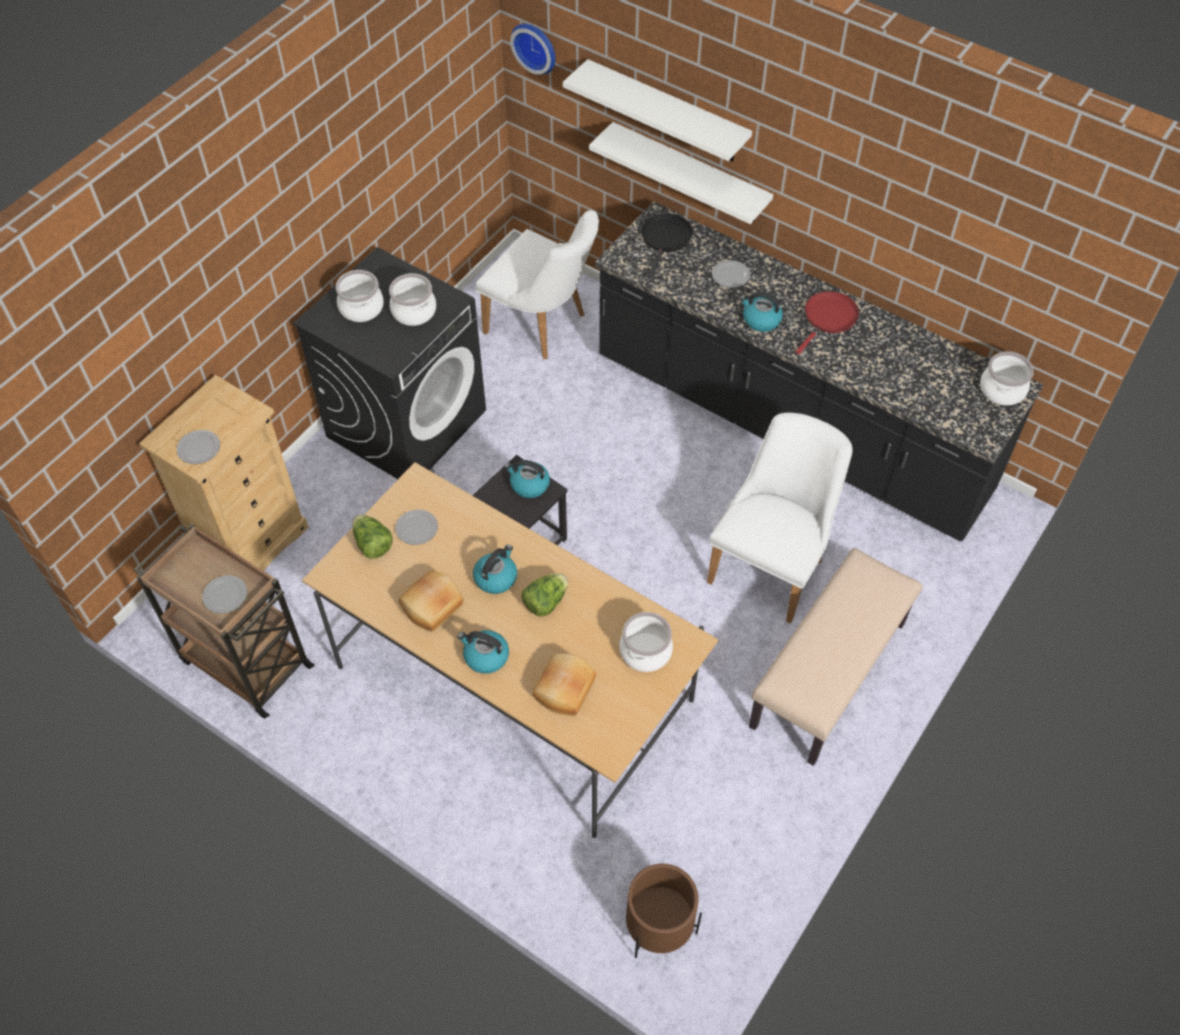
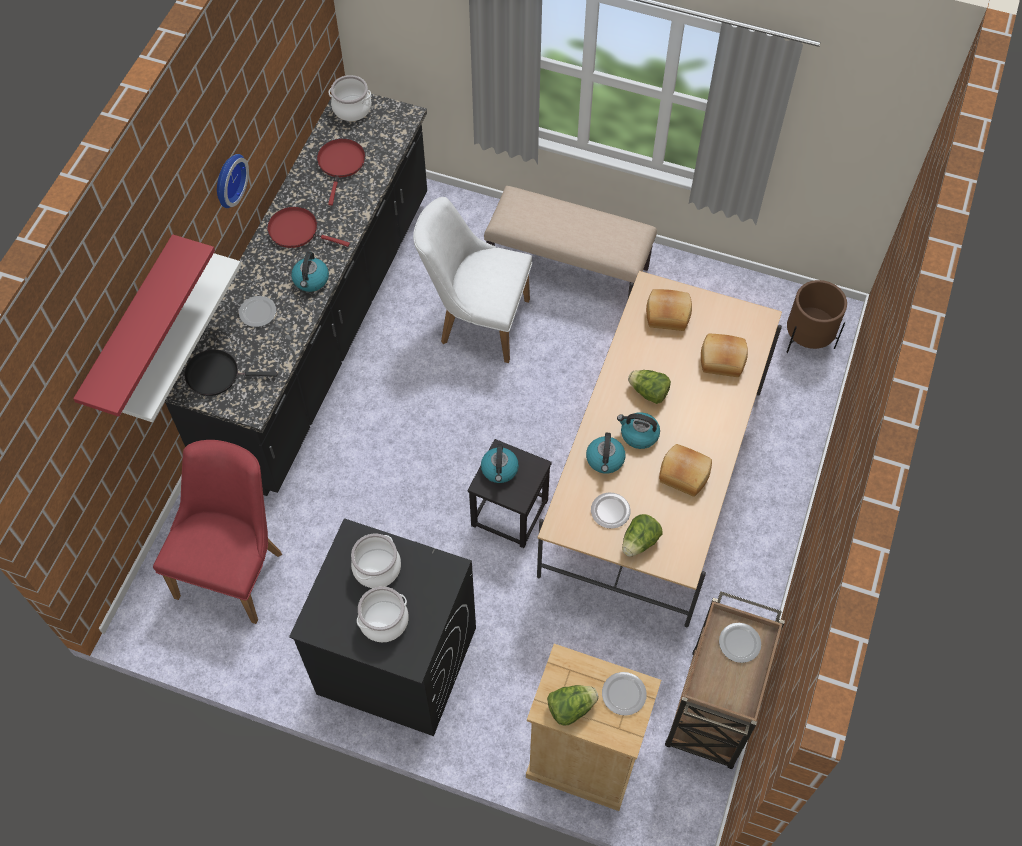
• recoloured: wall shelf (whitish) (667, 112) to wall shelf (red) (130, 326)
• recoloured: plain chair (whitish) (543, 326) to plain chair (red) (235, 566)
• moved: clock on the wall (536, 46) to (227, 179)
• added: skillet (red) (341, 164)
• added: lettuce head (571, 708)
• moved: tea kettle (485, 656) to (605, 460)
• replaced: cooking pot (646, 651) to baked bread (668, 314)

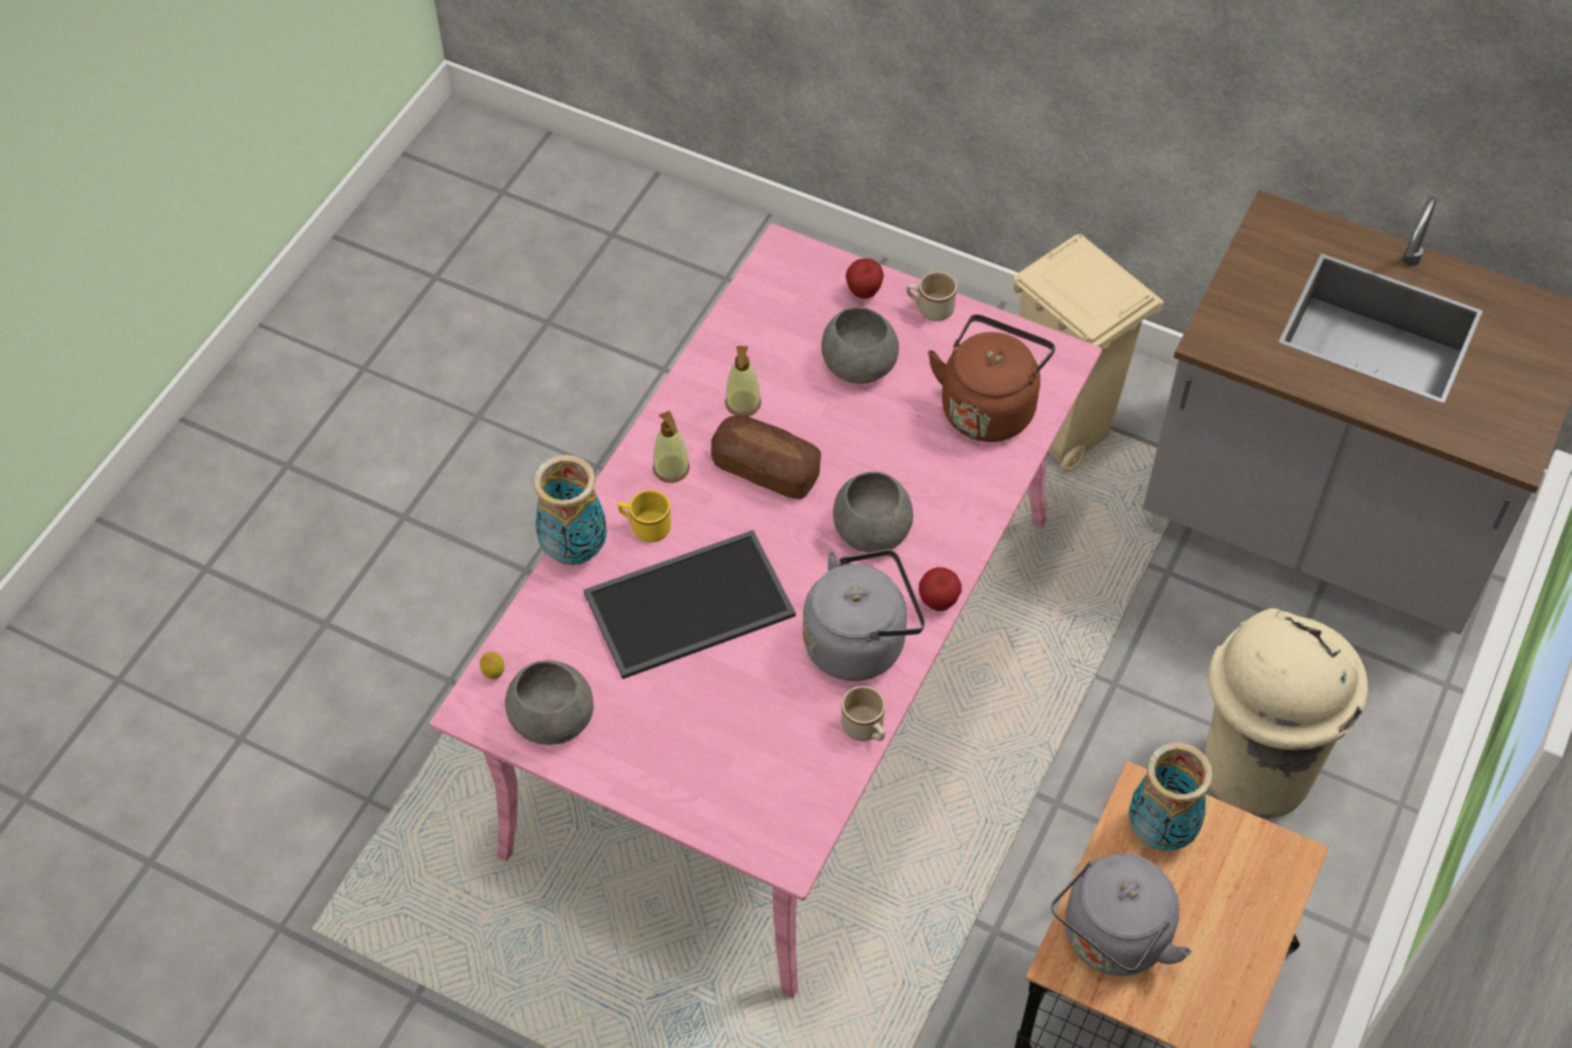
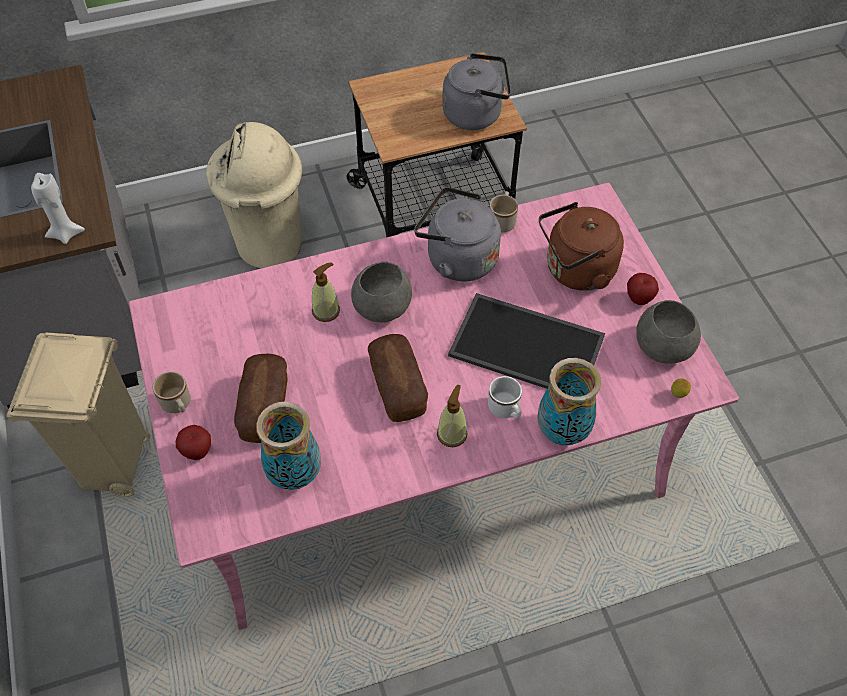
• added: wax candle (whitish) (65, 233)
• replaced: bowl (greyish) (857, 363) to baked bread (264, 407)
• moved: decorative vase (1160, 831) to (295, 473)
• moved: liquid soap bottle (743, 404) to (326, 311)
• recoloured: coffee mug (yellowish) (645, 527) to coffee mug (whitish) (506, 410)
• moved: tea kettle (brownish) (989, 406) to (576, 271)
• moved: whole apple (938, 602) to (639, 299)

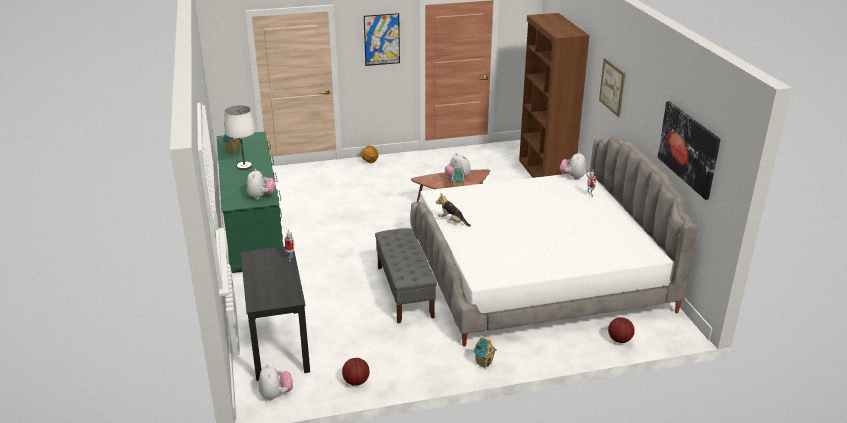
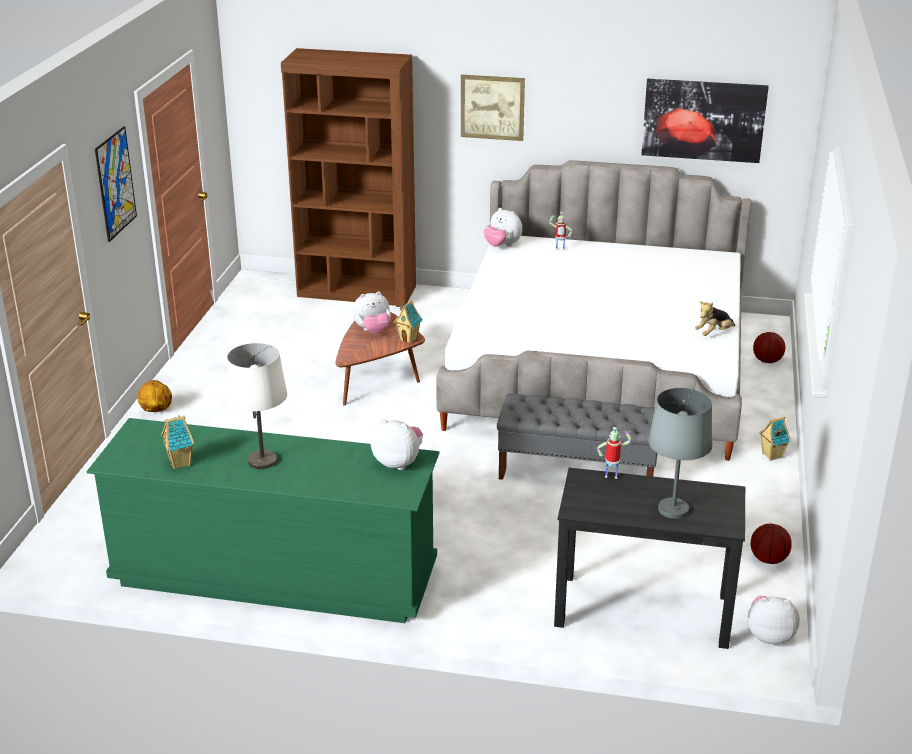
• added: tabletop lamp (greyish) (673, 509)
• moved: cuddly toy (452, 221) to (714, 333)

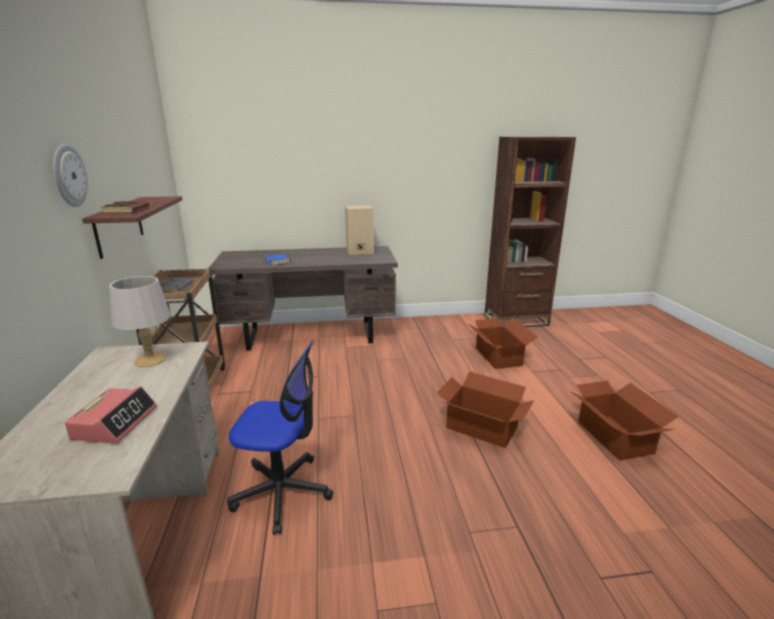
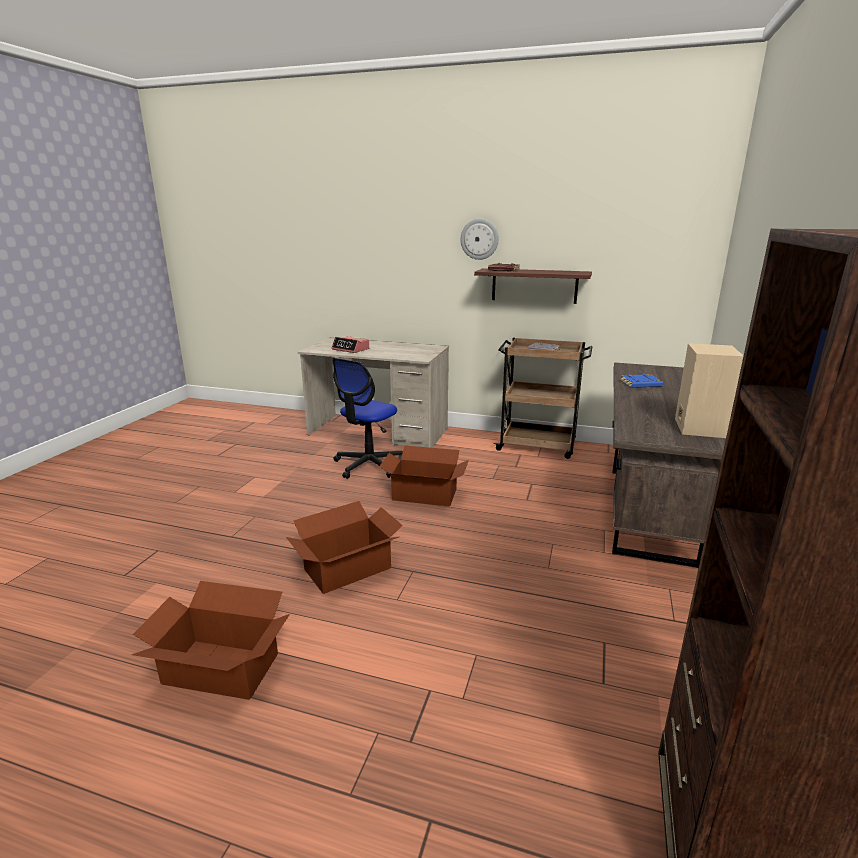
• moved: cardboard box (498, 356) to (425, 495)
• removed: tabletop lamp (greyish) (150, 360)

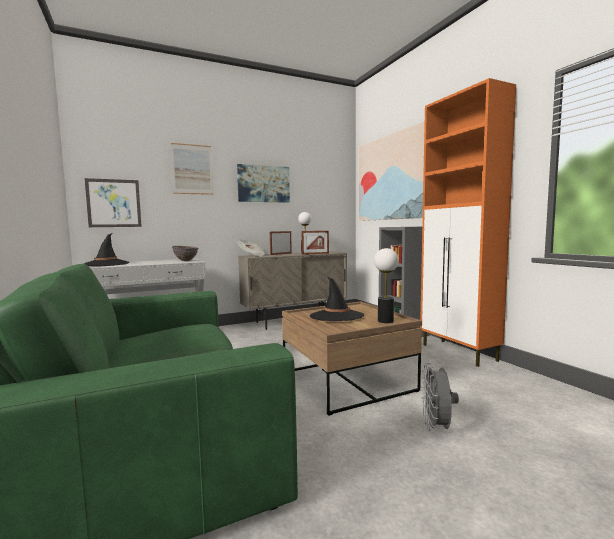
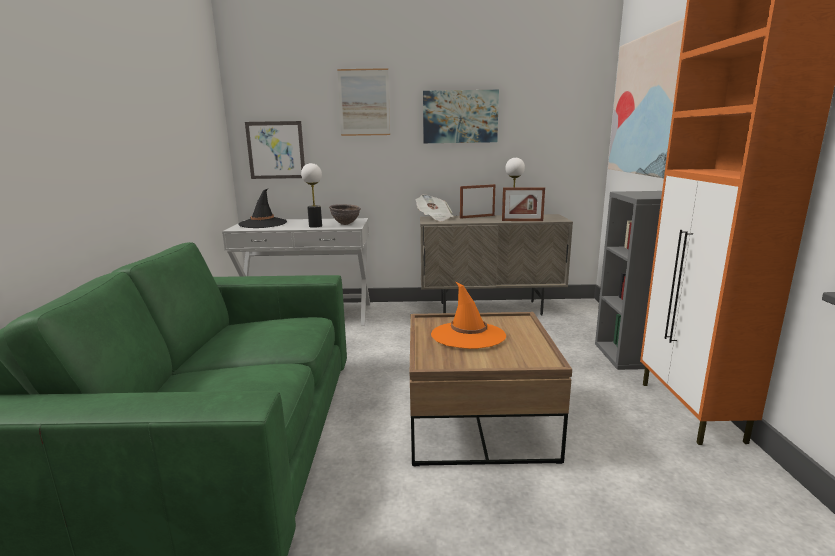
• moved: tabletop lamp (385, 321) to (315, 226)
• recoloured: clothing hat (black-coloured) (336, 316) to clothing hat (orange) (468, 335)
• removed: electric fan (greyish) (436, 428)

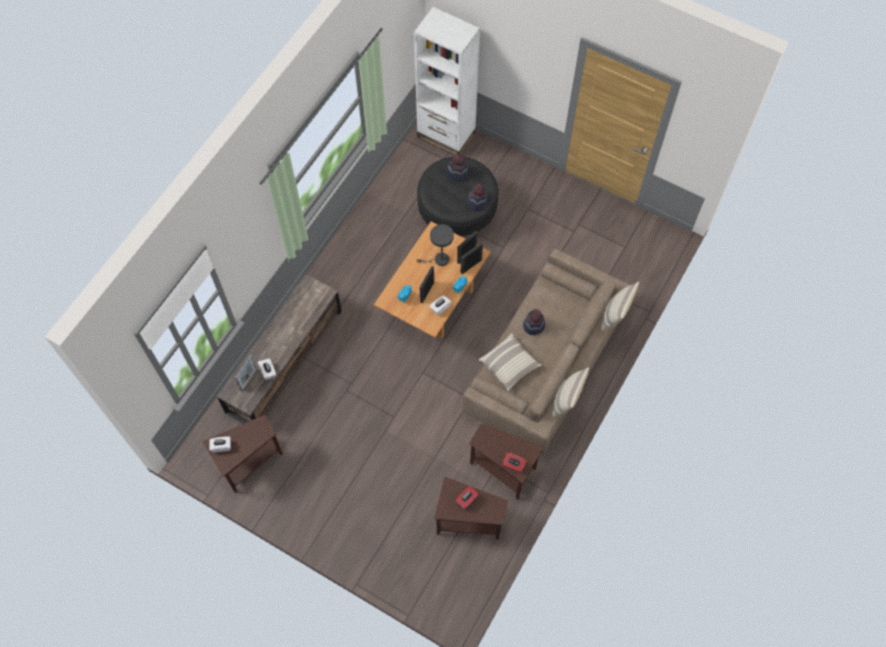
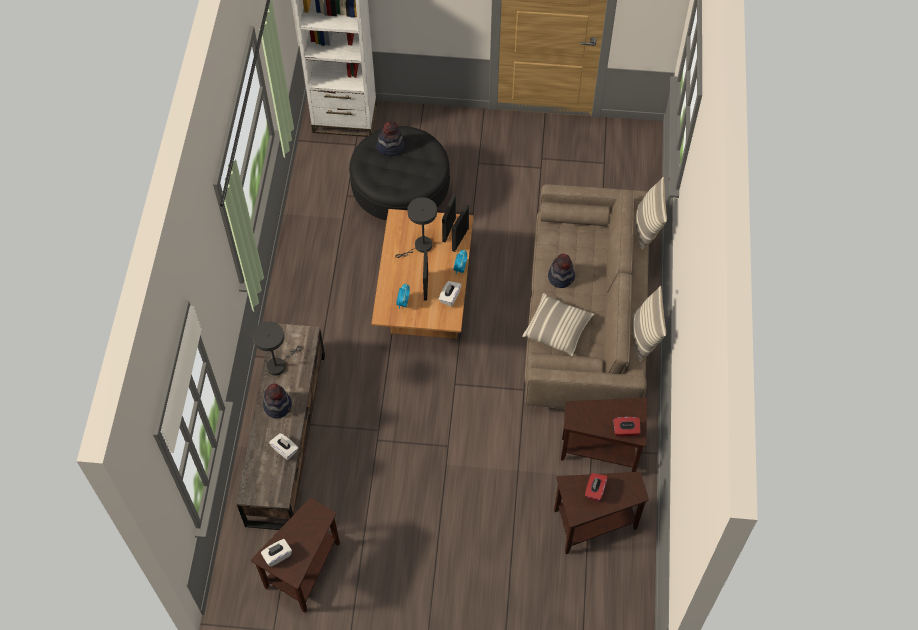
• added: tabletop lamp (greyish) (278, 364)
• moved: clothing hat (477, 201) to (278, 405)
• removed: photo frame (248, 380)

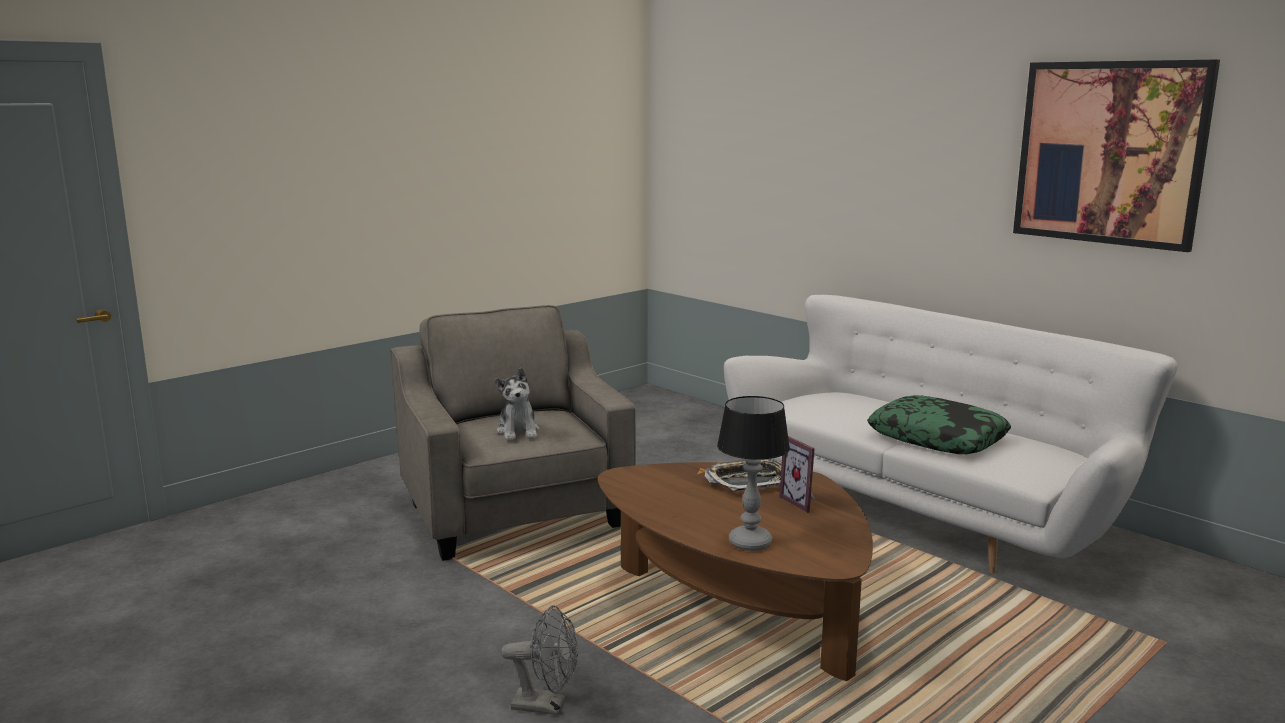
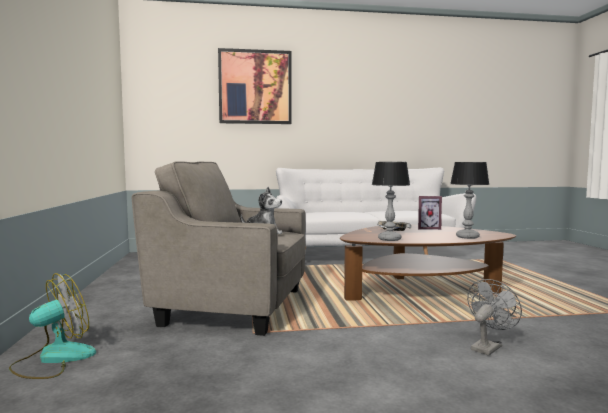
• added: electric fan (54, 359)
• moved: picture (1109, 153) to (255, 87)
• added: tabletop lamp (389, 239)
• removed: pillow (937, 438)

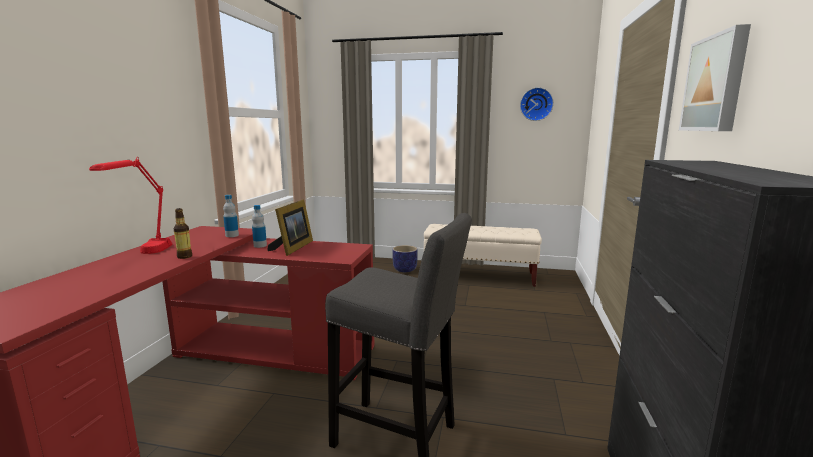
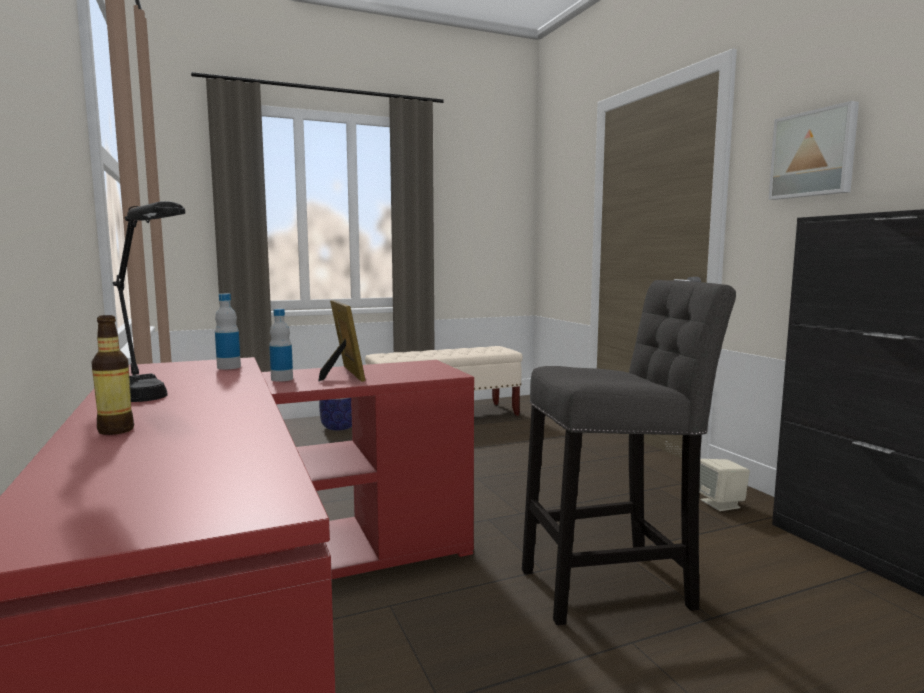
• moved: beverage bottle (184, 256) to (116, 430)
• recoloured: tabletop lamp (red) (144, 255) to tabletop lamp (black-coloured) (152, 402)
• added: loudspeaker (beige-coloured) (720, 504)
• removed: clock on the wall (536, 104)

